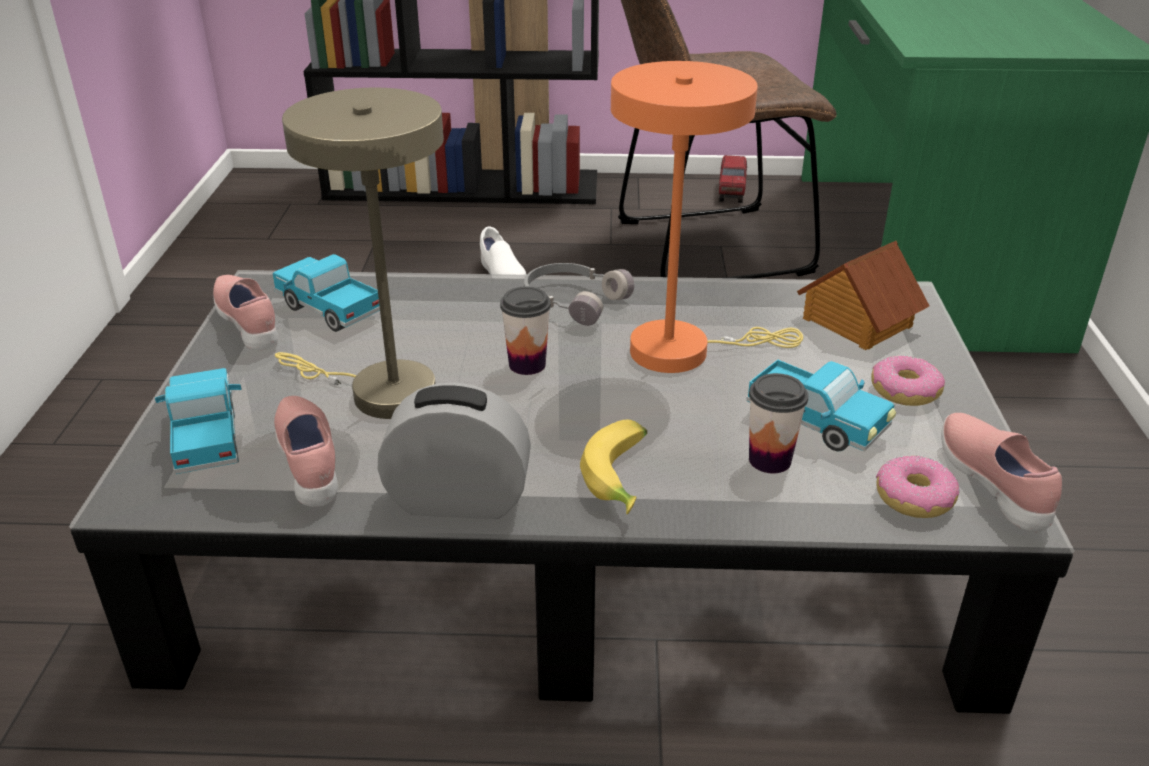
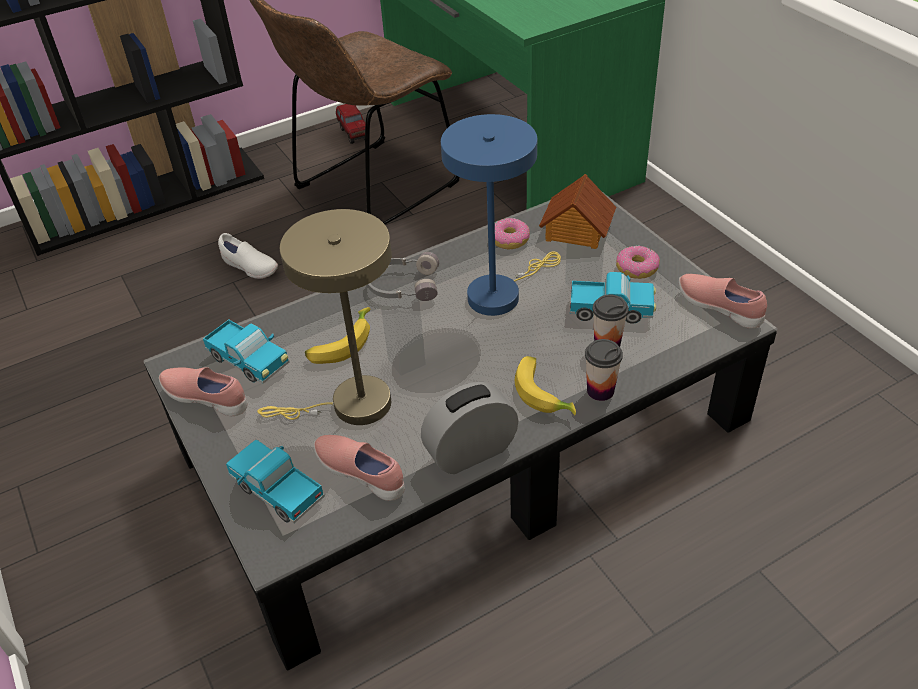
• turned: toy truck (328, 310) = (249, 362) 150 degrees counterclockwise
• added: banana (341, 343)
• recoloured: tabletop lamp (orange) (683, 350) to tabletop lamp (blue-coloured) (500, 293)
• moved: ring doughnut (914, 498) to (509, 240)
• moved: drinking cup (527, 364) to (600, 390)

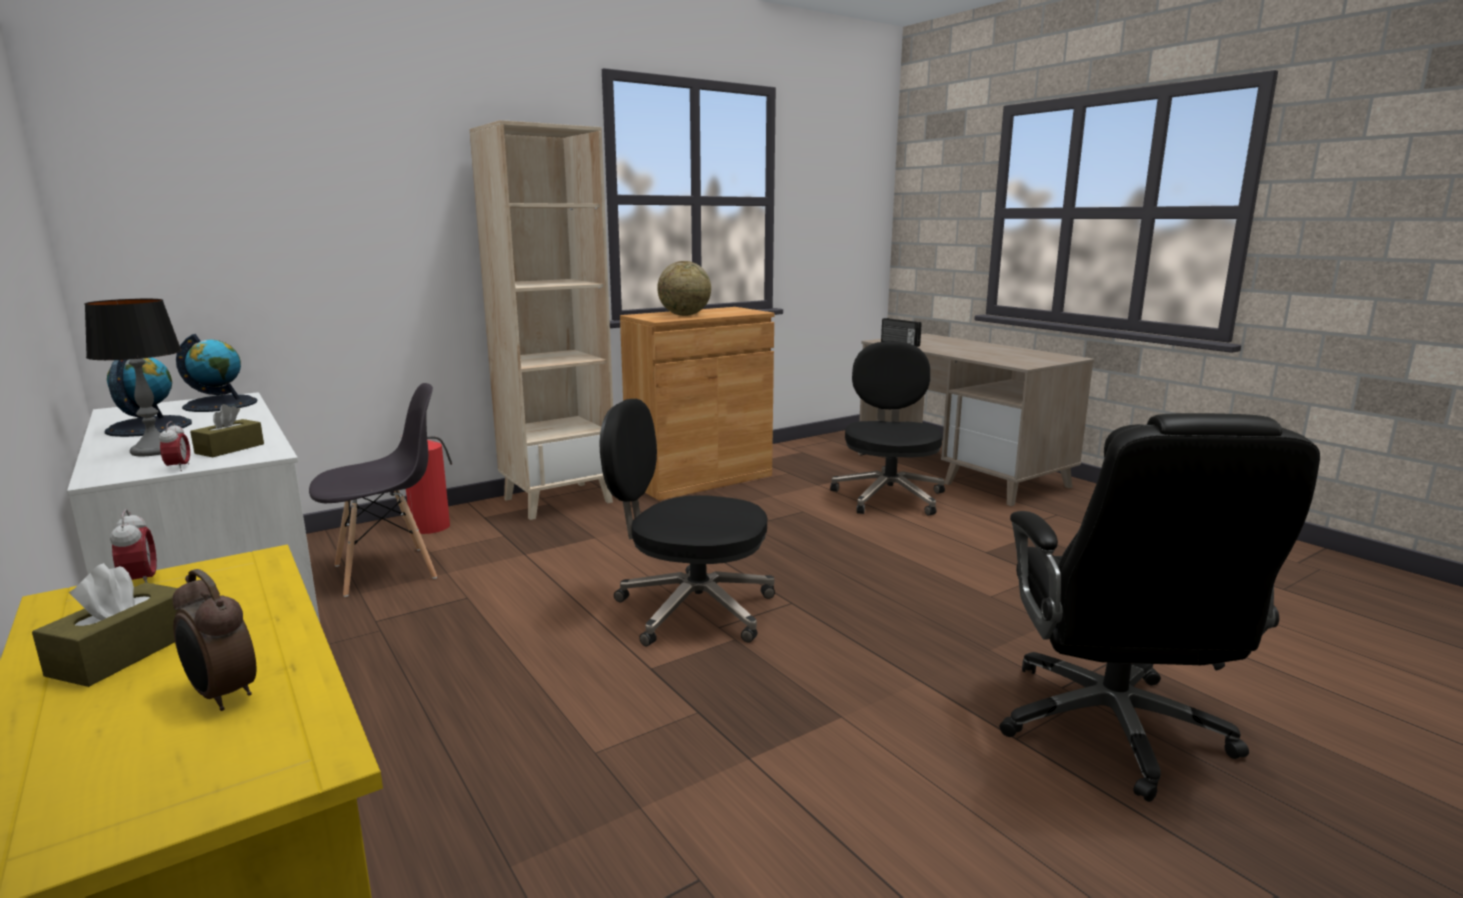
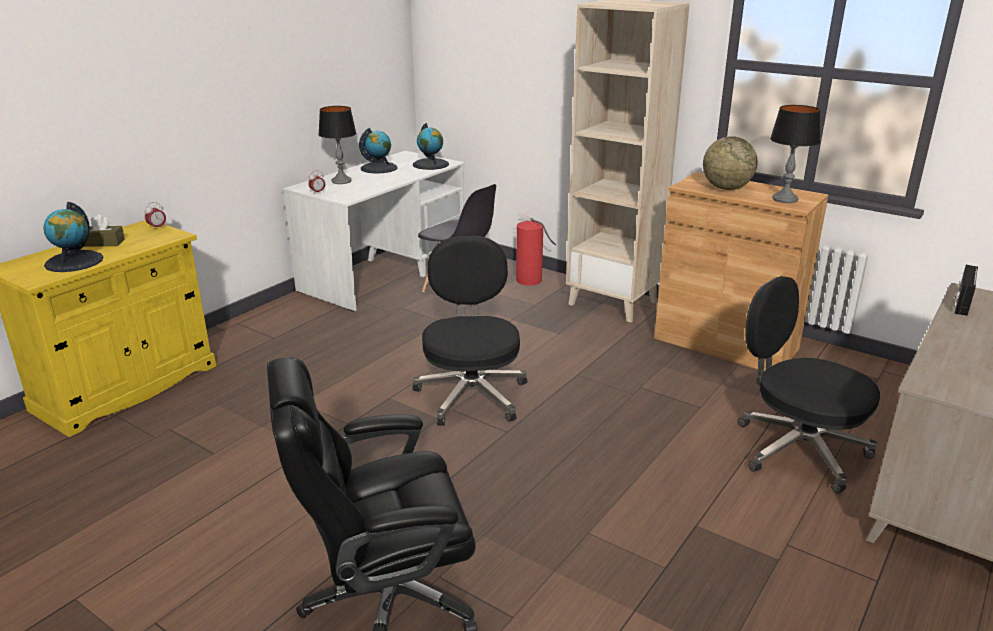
• replaced: bedside clock (222, 695) to desk globe (74, 261)
• turned: computer chair (black-coloured) (888, 496) = (797, 449) 120 degrees counterclockwise
• added: tabletop lamp (784, 199)
• removed: box of tissues (brownish) (230, 449)

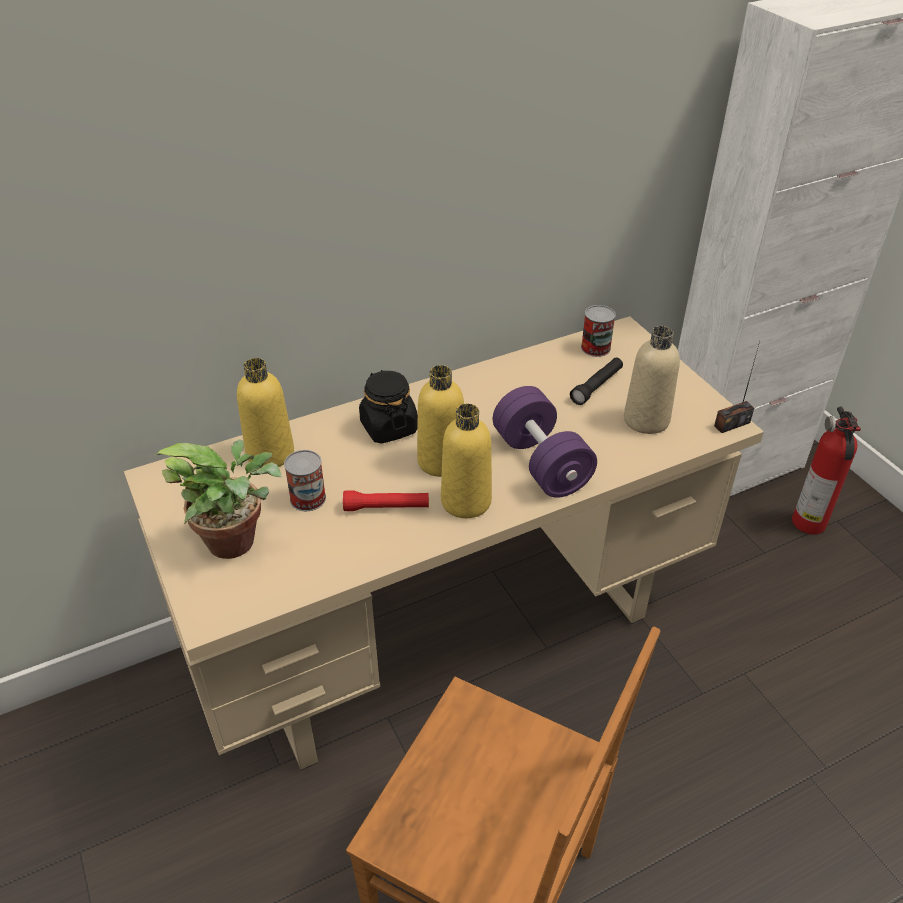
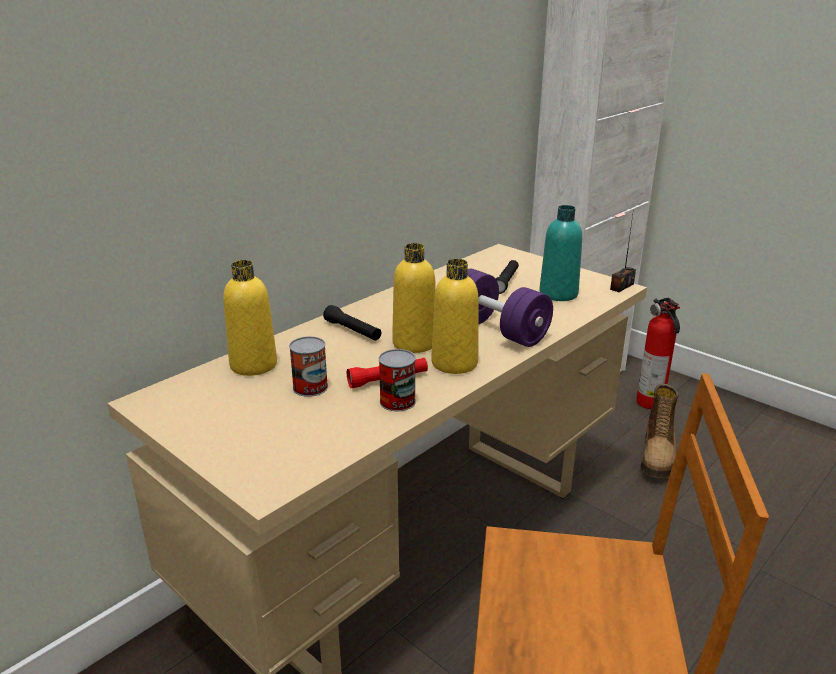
• replaced: jar (black-coloured) (388, 427) to flashlight (black-coloured) (352, 331)
• moved: metal can (595, 348) to (397, 401)
• recoloured: beverage bottle (beige-coloured) (646, 420) to beverage bottle (blue-green) (558, 294)
• added: tall boot (658, 456)
• removed: houseplant (238, 541)

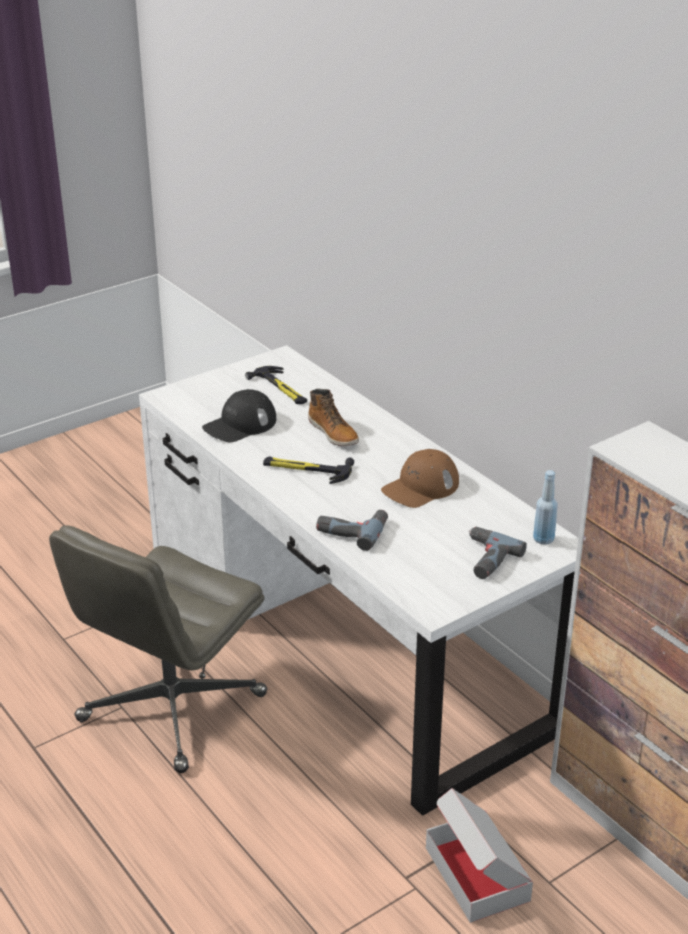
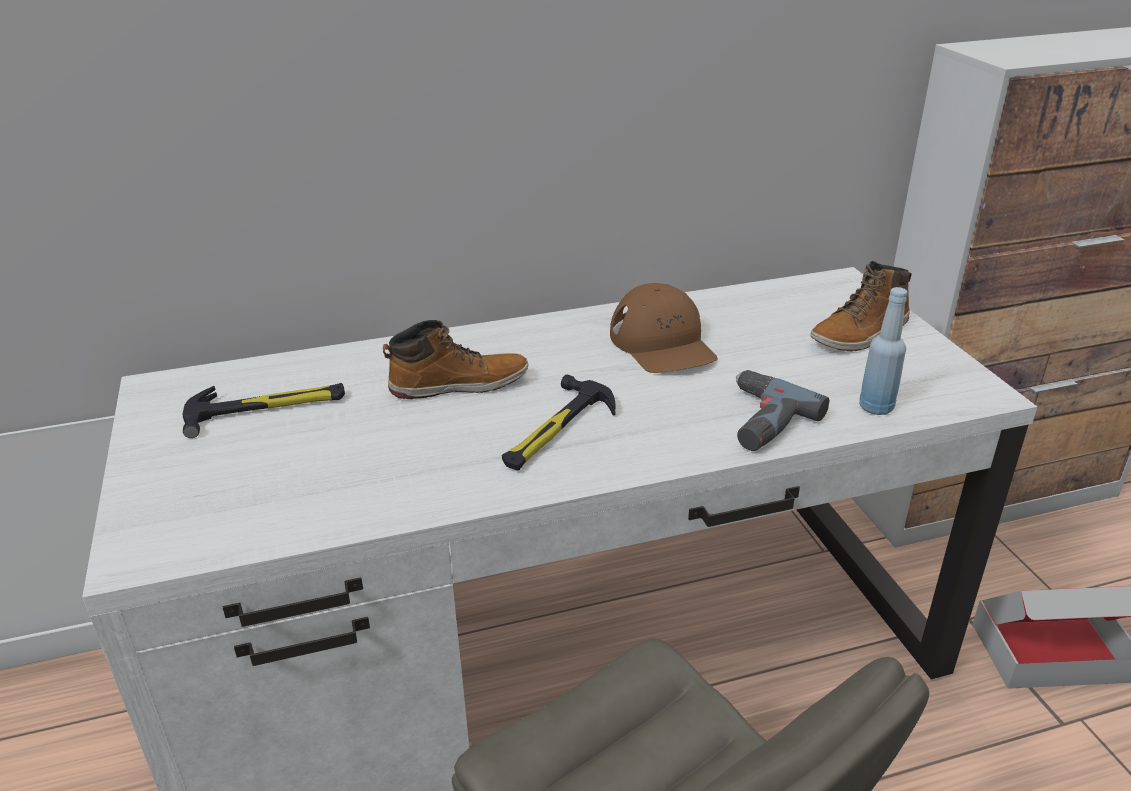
• replaced: drill (484, 559) to tall boot (860, 334)
• moved: beverage bottle (blue-coloured) (543, 539) to (876, 407)
• removed: cap (black-coloured) (240, 425)

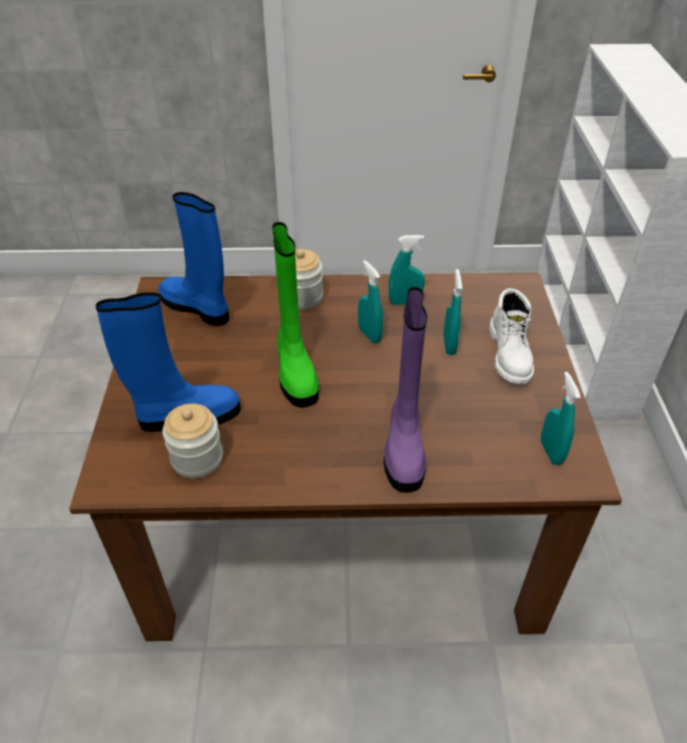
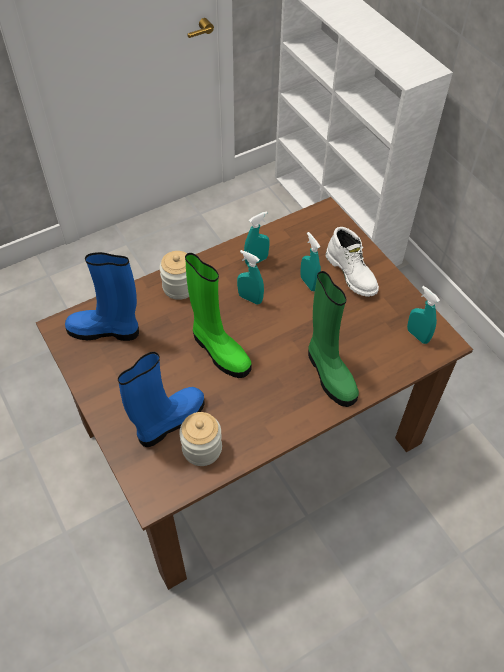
• recoloured: tall boot (purplish) (404, 446) to tall boot (green) (329, 374)

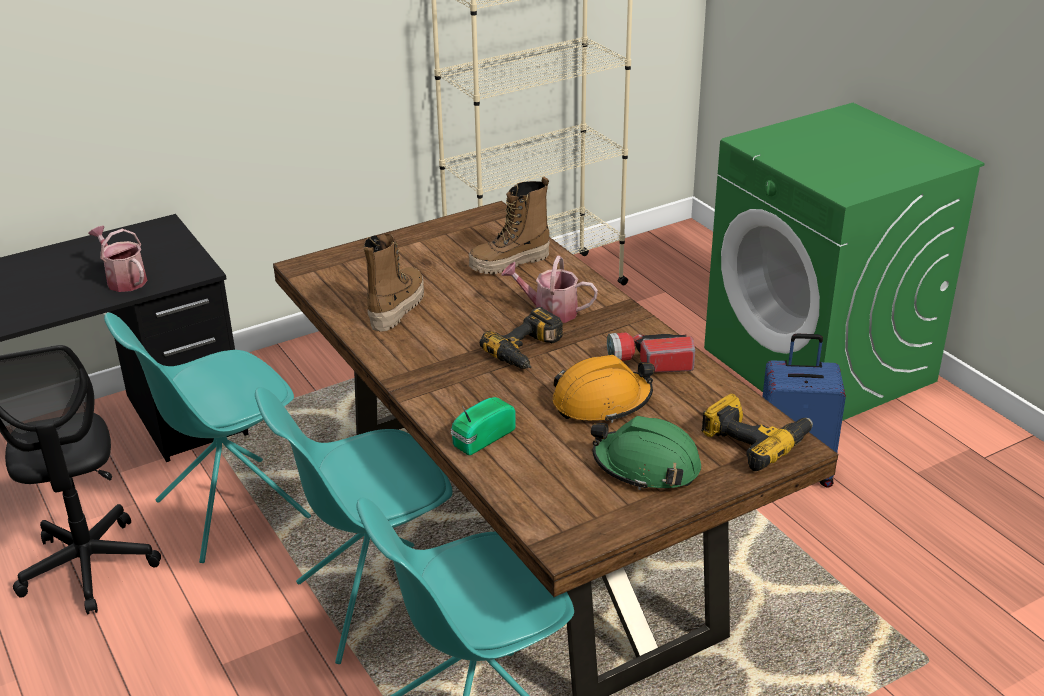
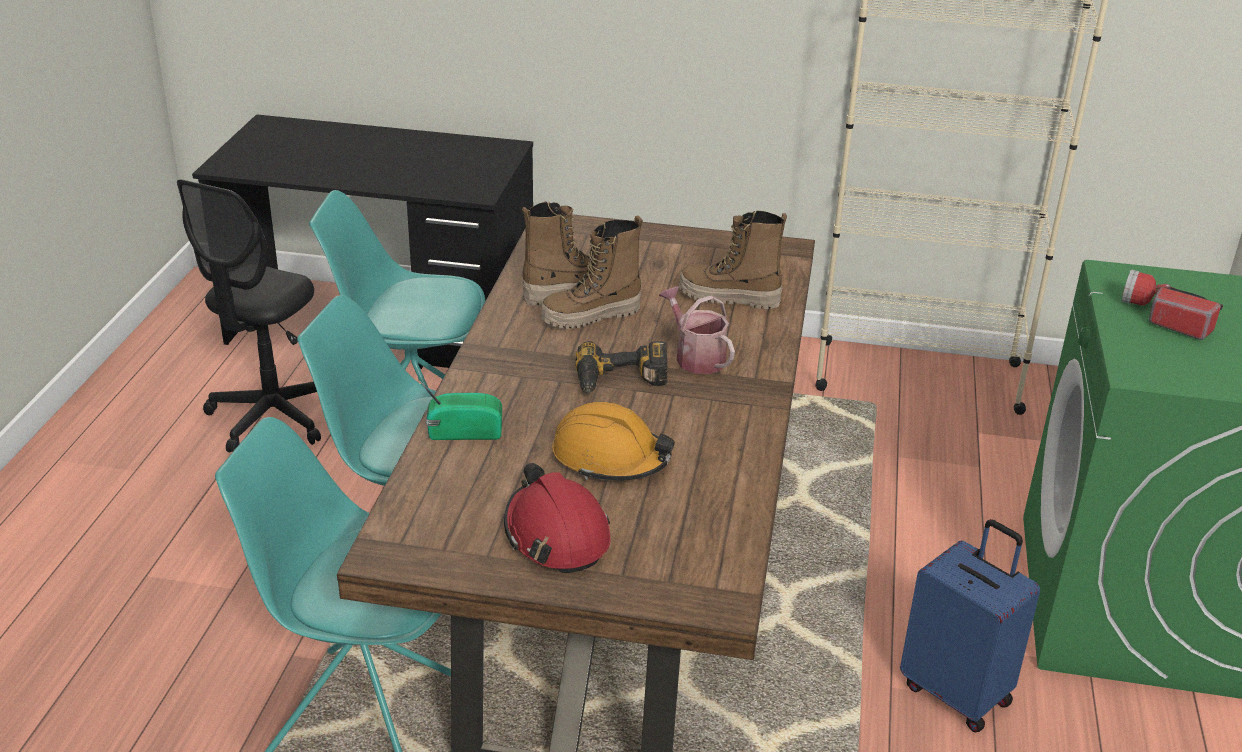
• recoloured: hard hat (green) (646, 466) to hard hat (red) (556, 534)
• added: tall boot (591, 317)
• moved: flashlight (650, 362) to (1164, 317)
• removed: watering can (123, 279)
• removed: drill (754, 440)

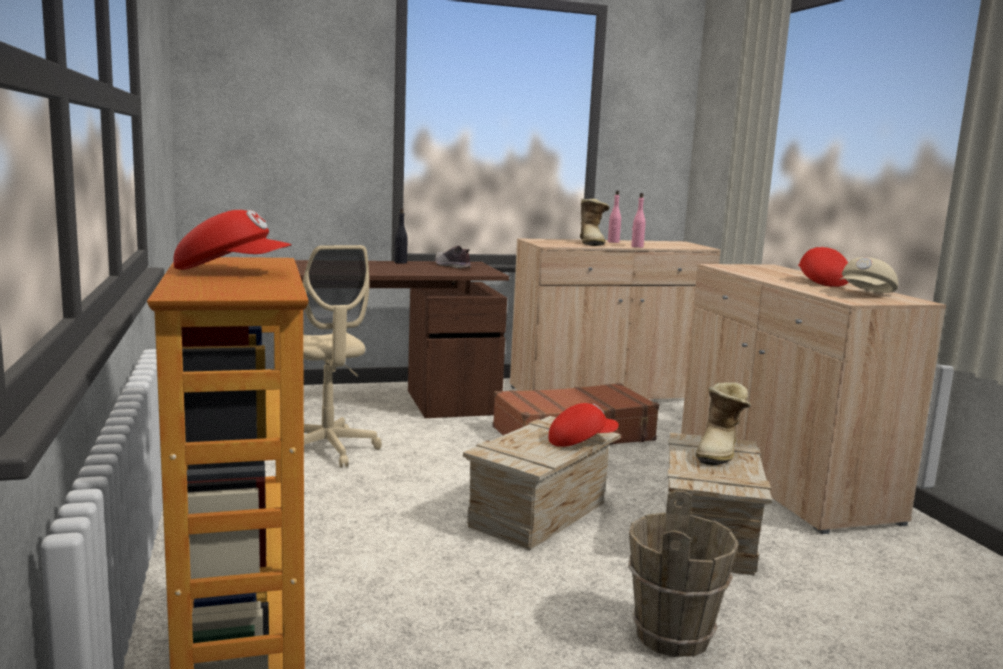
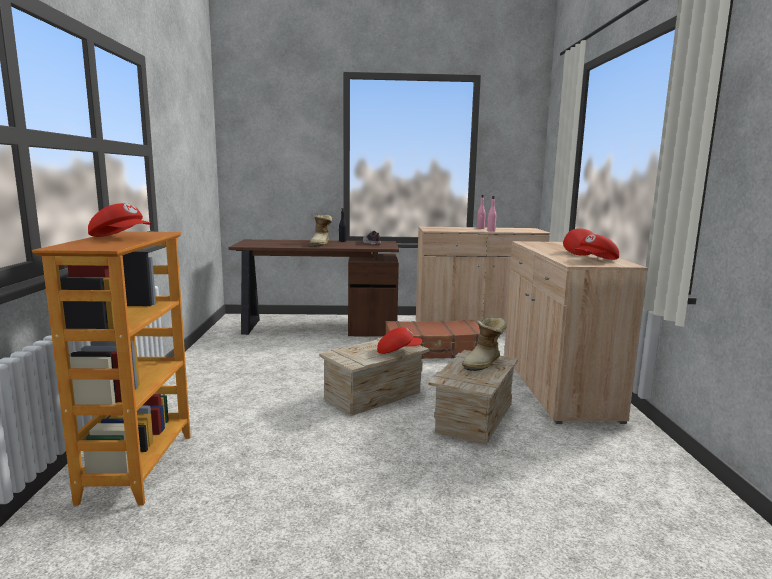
• moved: tall boot (592, 243) to (321, 244)
• recoloured: cap (beige-coloured) (866, 295) to cap (red) (596, 260)
• removed: computer chair (beige-coloured) (328, 450)
• removed: pail (brownish) (673, 636)

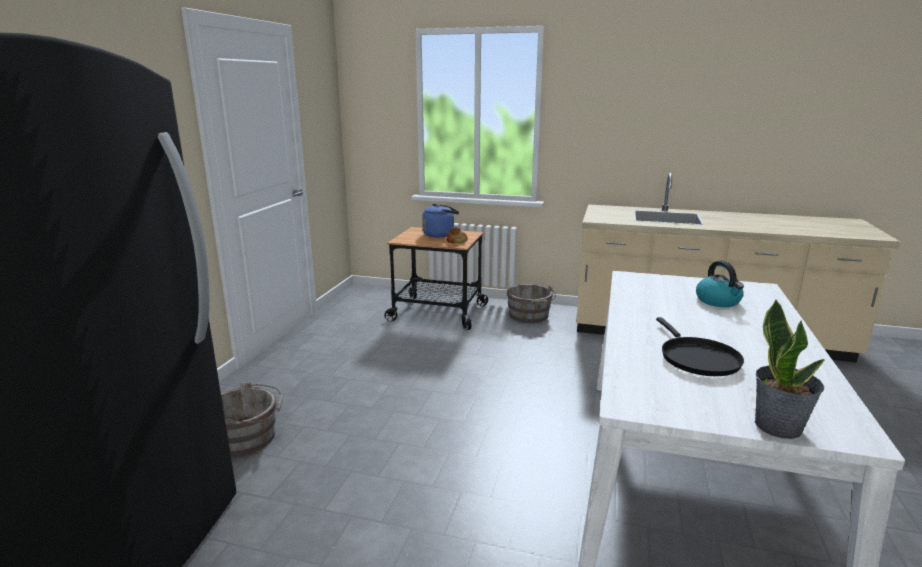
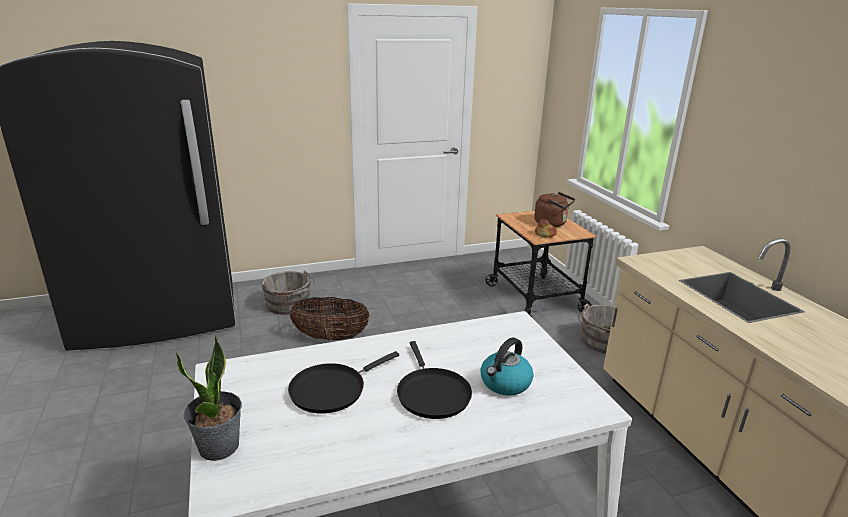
• added: household basket (331, 337)
• added: skillet (black-coloured) (432, 393)
• recoloured: tea kettle (blue-coloured) (440, 234) to tea kettle (brownish) (552, 223)

